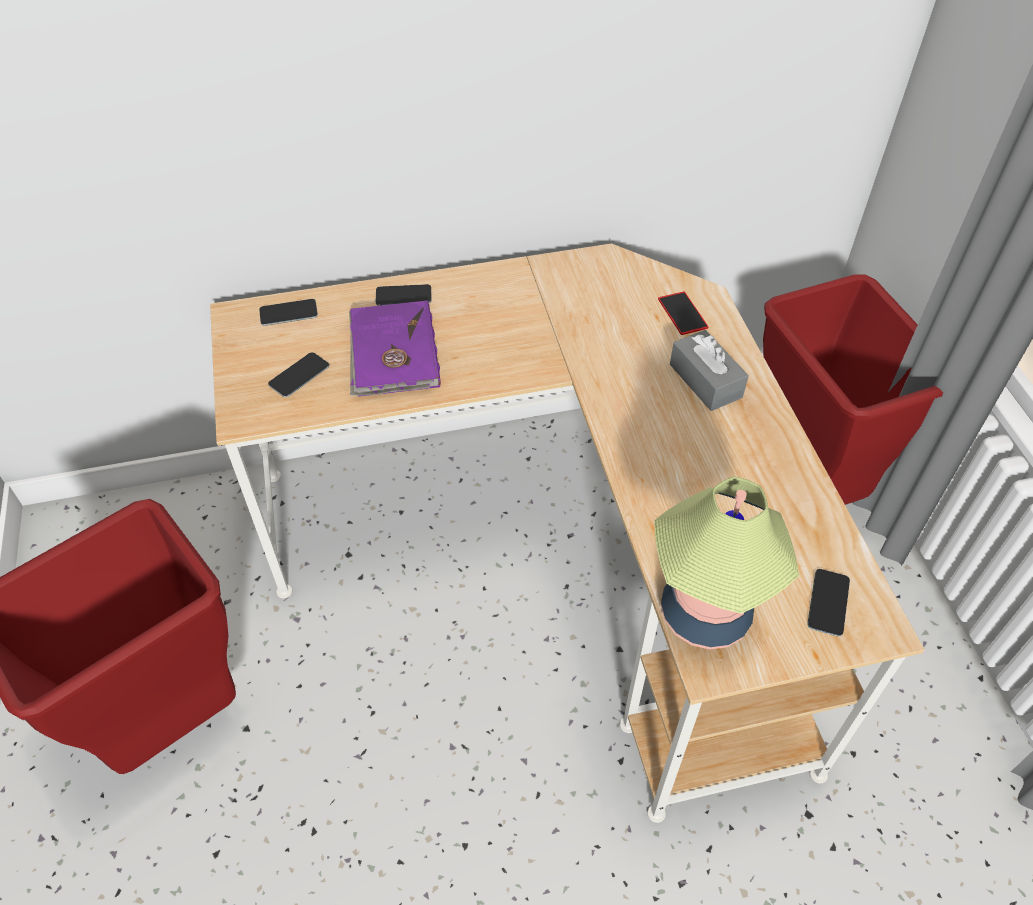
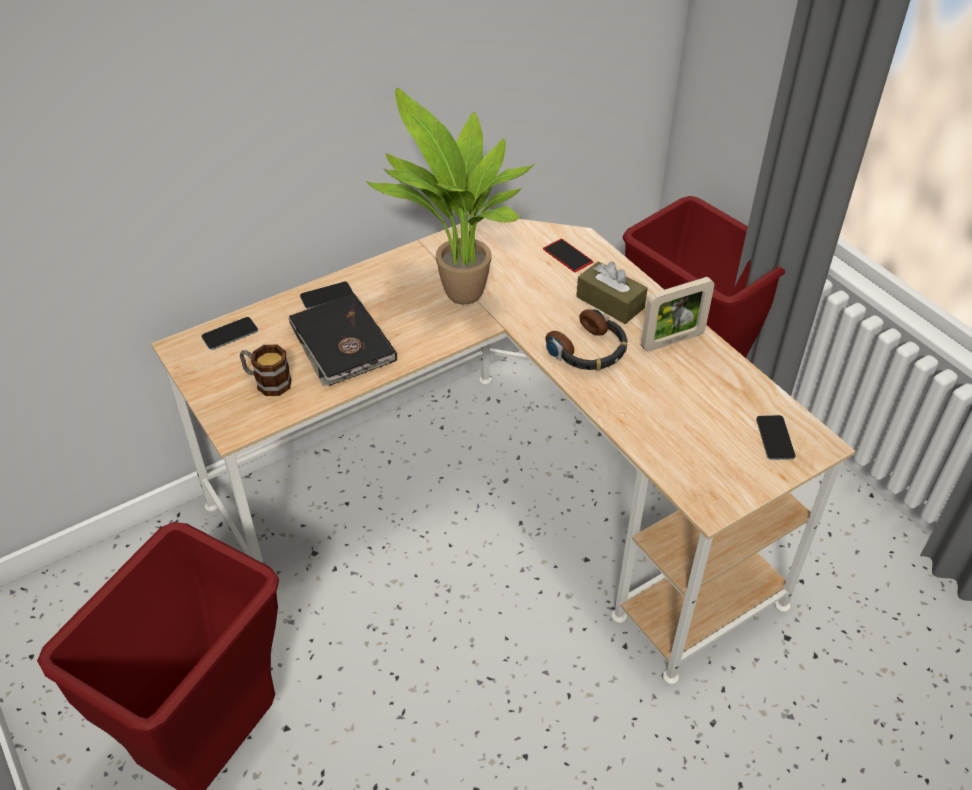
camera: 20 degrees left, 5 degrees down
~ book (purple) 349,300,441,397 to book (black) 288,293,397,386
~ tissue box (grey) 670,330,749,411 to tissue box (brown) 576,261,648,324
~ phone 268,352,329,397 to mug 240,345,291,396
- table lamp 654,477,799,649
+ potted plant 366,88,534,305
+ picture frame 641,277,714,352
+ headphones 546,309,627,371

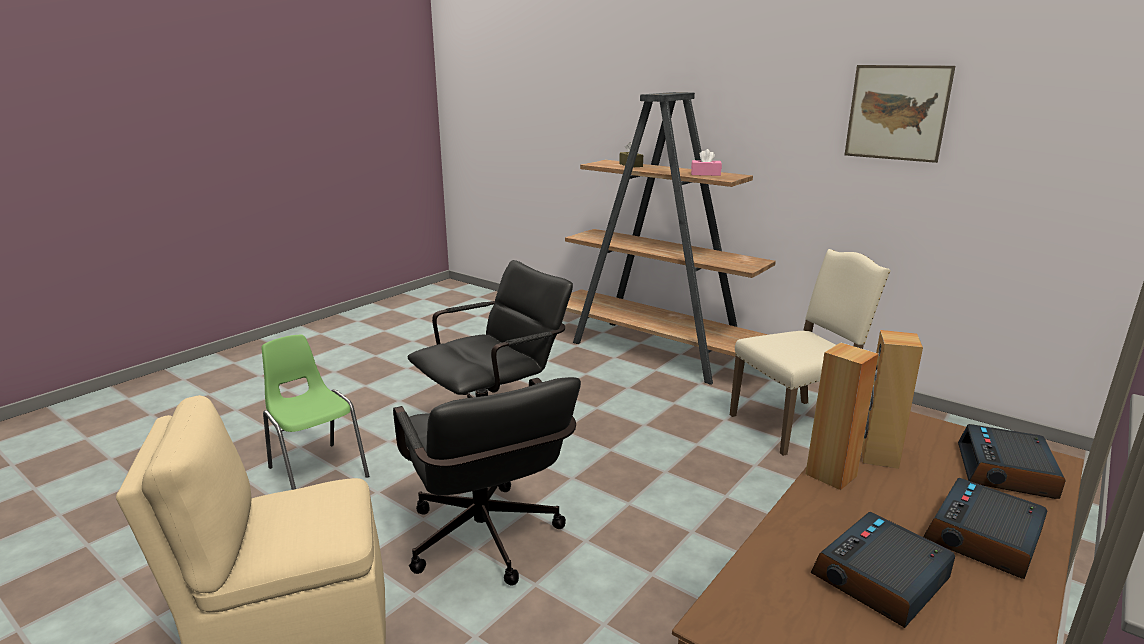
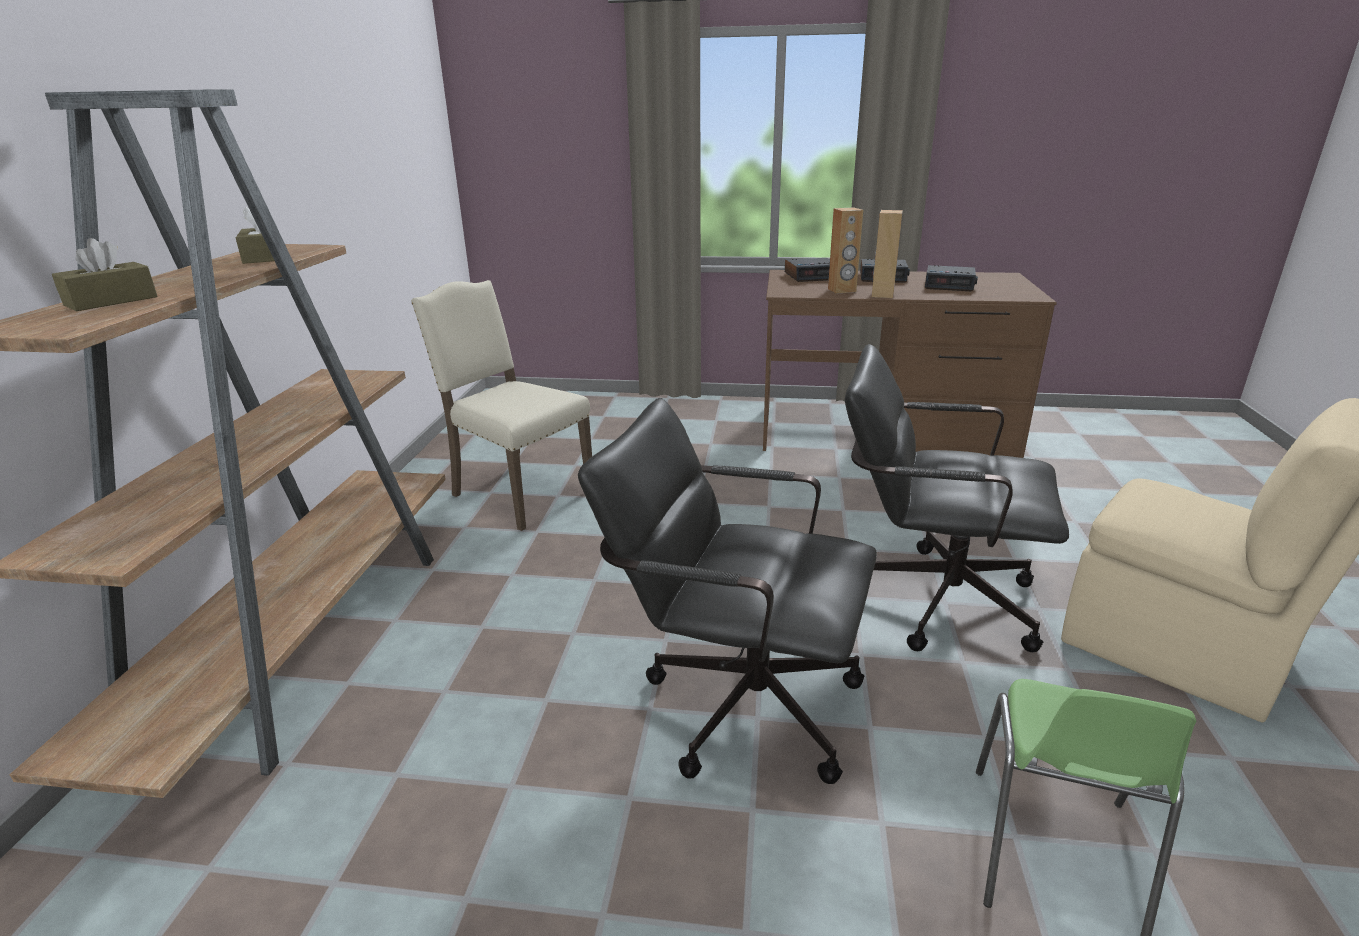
camera: 120 degrees left, 5 degrees up
- picture 844,65,955,163
~ tissue box (pink) 691,149,722,176 to tissue box (brown) 236,207,274,264
~ office chair (black) 393,377,581,586 = 845,344,1069,652 105 degrees counterclockwise

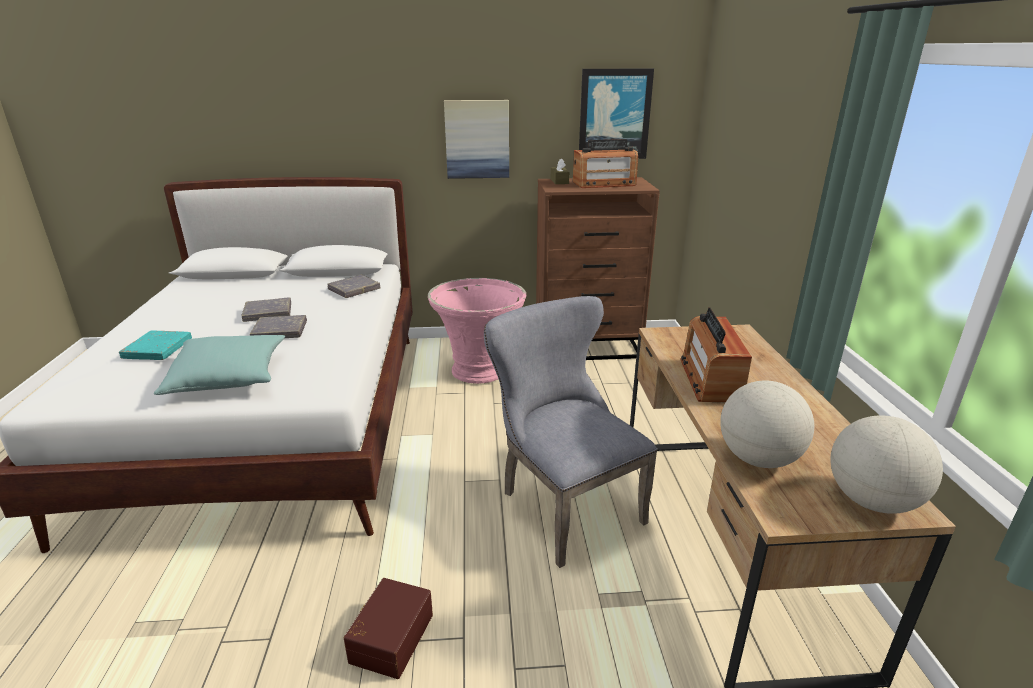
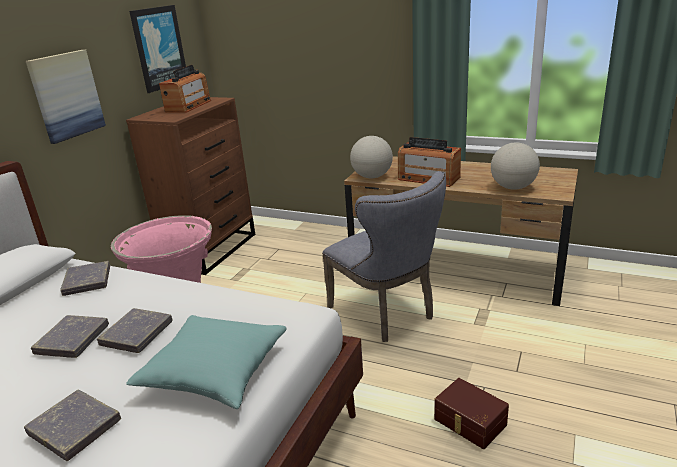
camera: 60 degrees left, 0 degrees up
- tissue box (brown) 551,158,570,184
~ chair (grey) 484,296,657,568 = 322,171,446,342 120 degrees counterclockwise
~ book (turquoise) 119,330,192,360 to book (grey) 24,390,121,461
~ globe 830,415,943,514 to 350,136,393,178

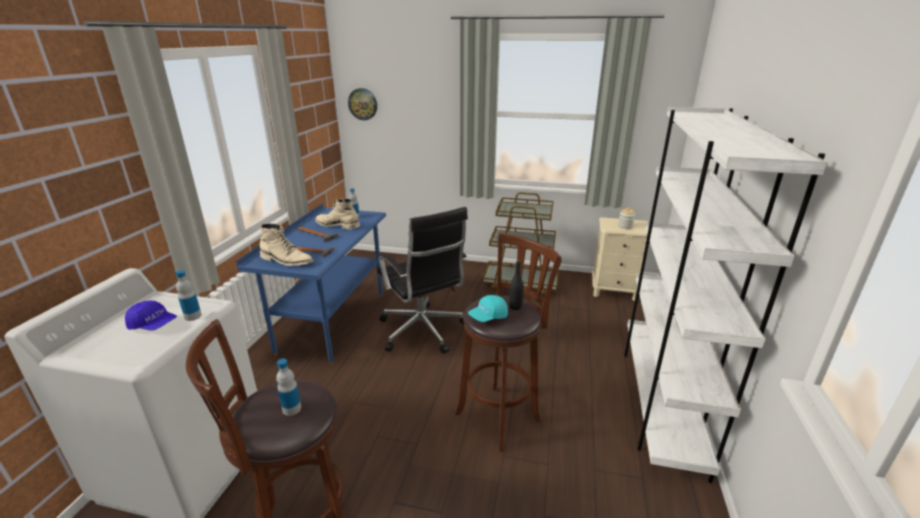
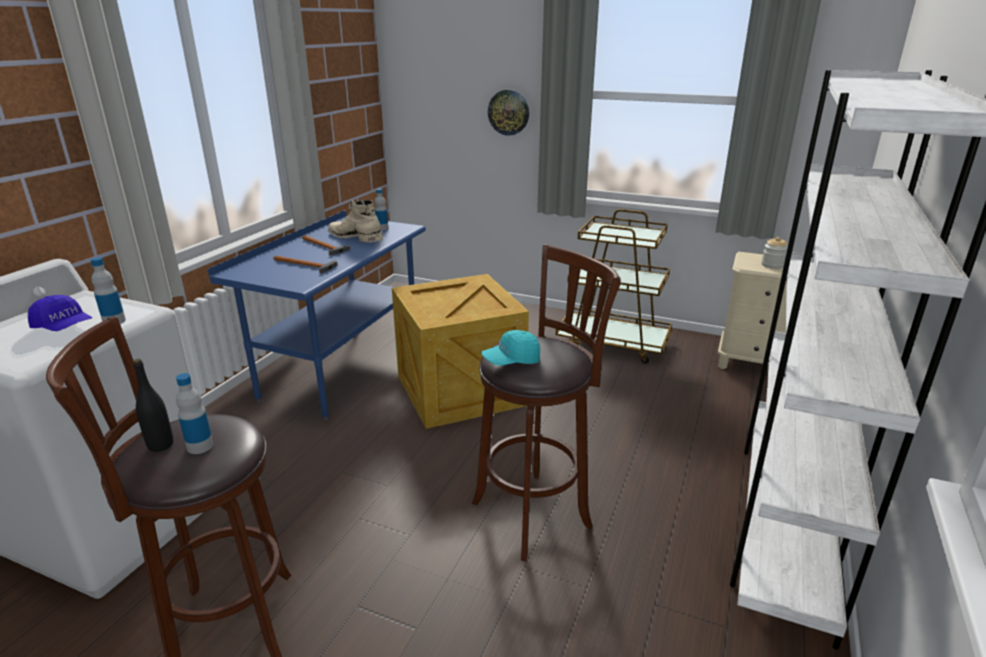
camera: 10 degrees right, 0 degrees up
~ wall clock 348,88,377,120 to 488,90,529,136
~ office chair (black) 377,207,468,354 to crate 392,274,529,429
- boot (beige) 260,223,314,266
~ bottle (black) 509,260,524,310 to 133,359,173,452

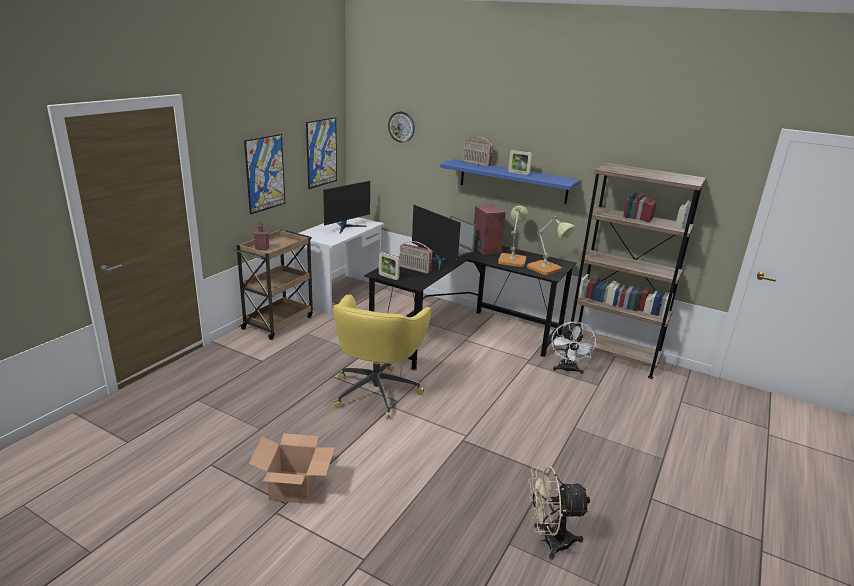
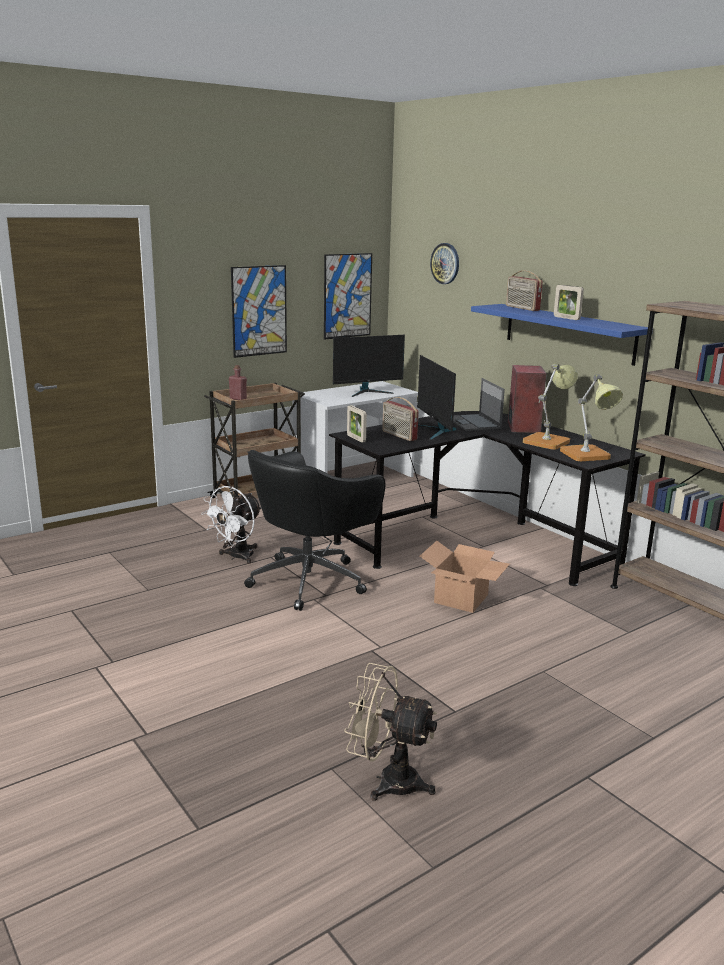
camera: 25 degrees right, 5 degrees down
~ office chair (yellow) 333,295,432,419 to office chair (black) 244,450,385,611
~ fan (white) 551,321,597,374 to 201,486,261,564
~ cardboard box 249,433,335,504 to 420,541,510,613

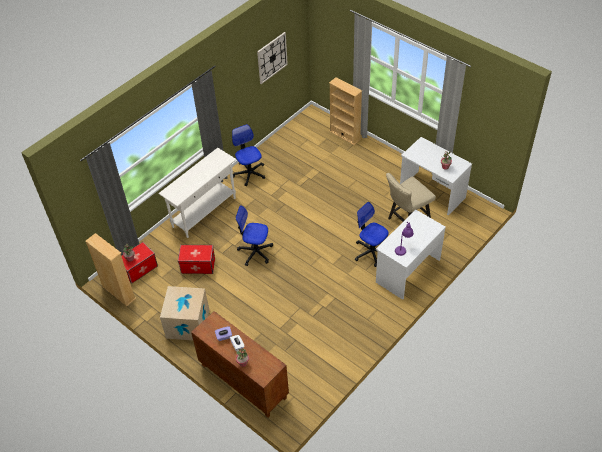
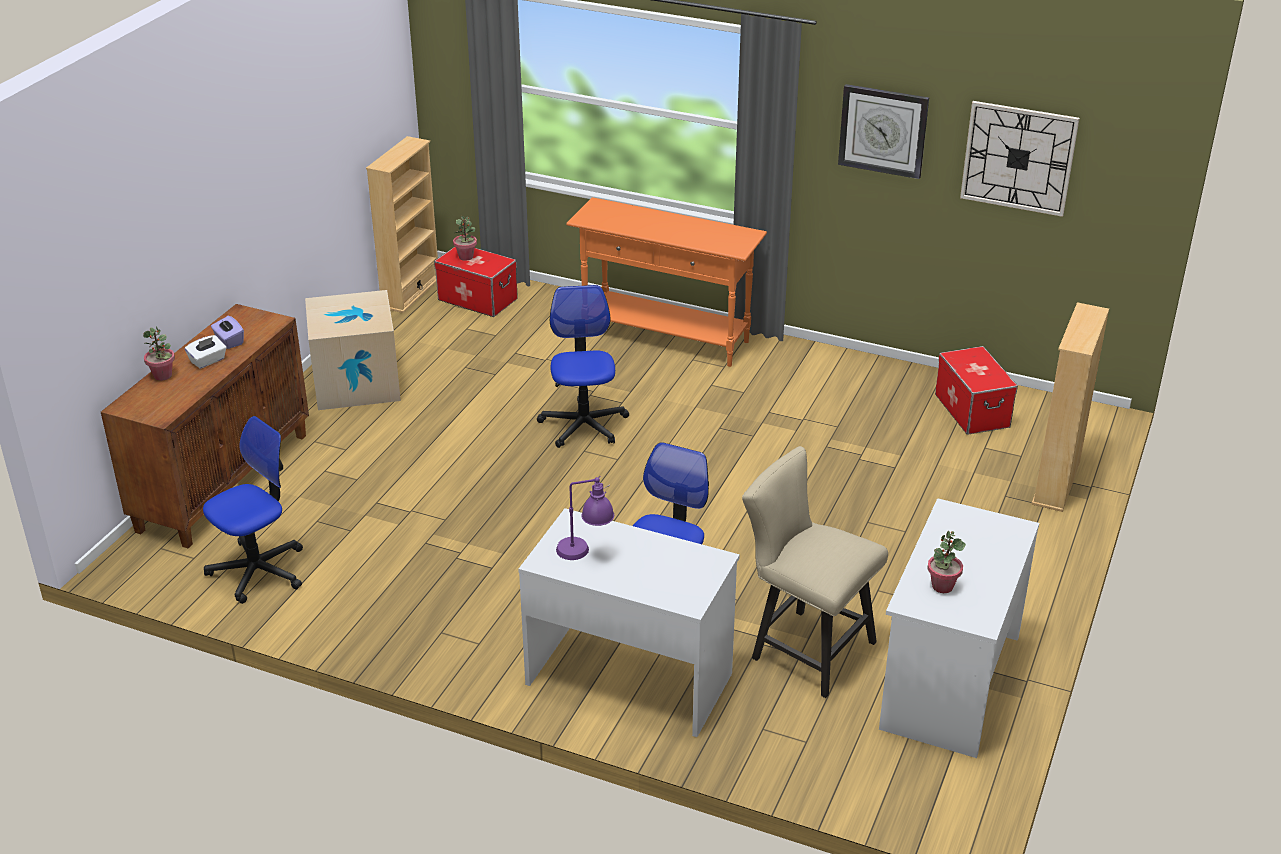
camera: 70 degrees right, 15 degrees down
~ office chair 232,124,265,186 to 203,416,303,604
~ console table (white) 158,148,236,238 to console table (orange) 566,197,767,367
~ storage box 178,245,215,274 to 935,346,1018,435
+ wall clock 838,84,929,179

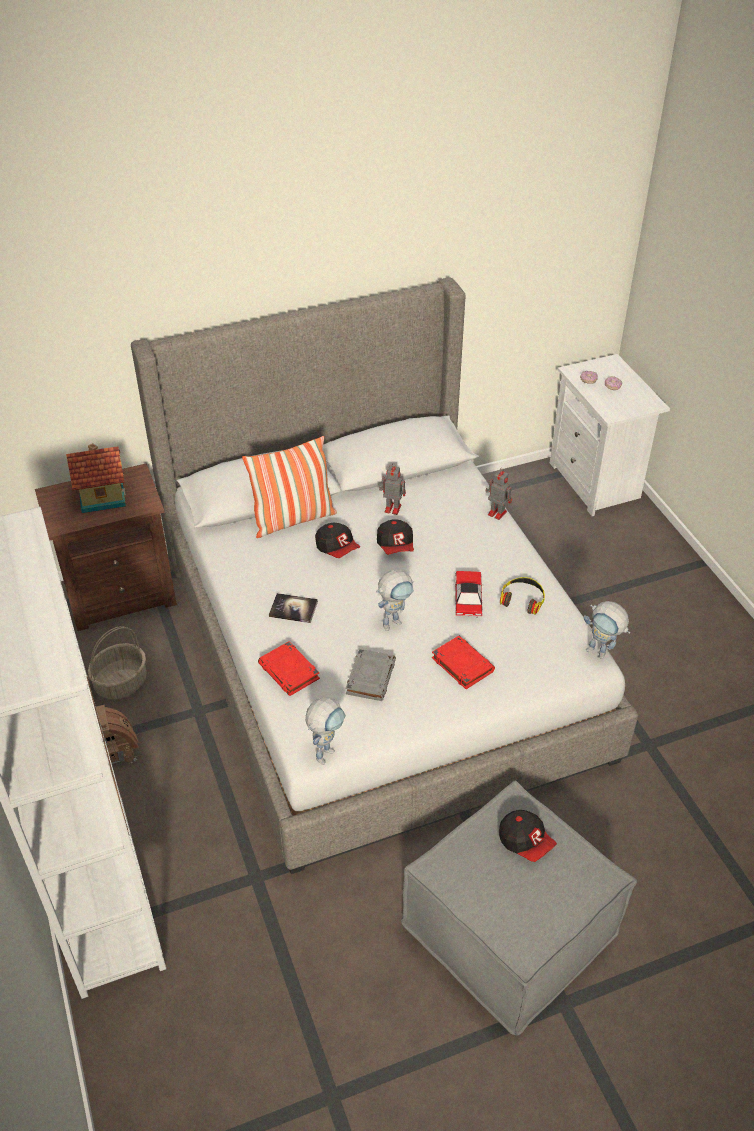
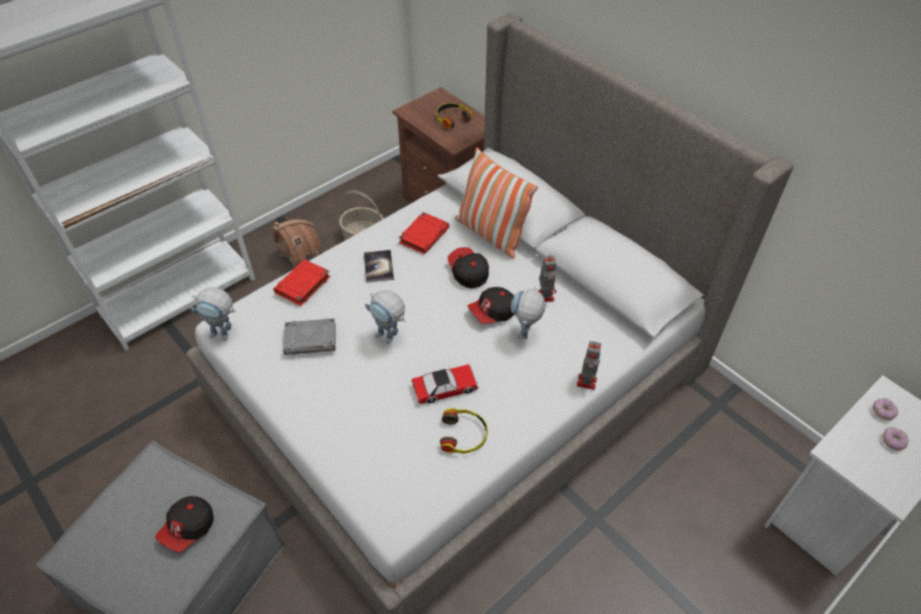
camera: 70 degrees right, 5 degrees up
~ toy house 66,443,126,513 to headphones 436,103,472,129
~ cap 315,523,360,558 = 448,247,489,288 120 degrees clockwise
~ toy robot 584,601,630,659 to 511,287,545,339
~ book (red) 432,636,495,689 to 399,212,449,254

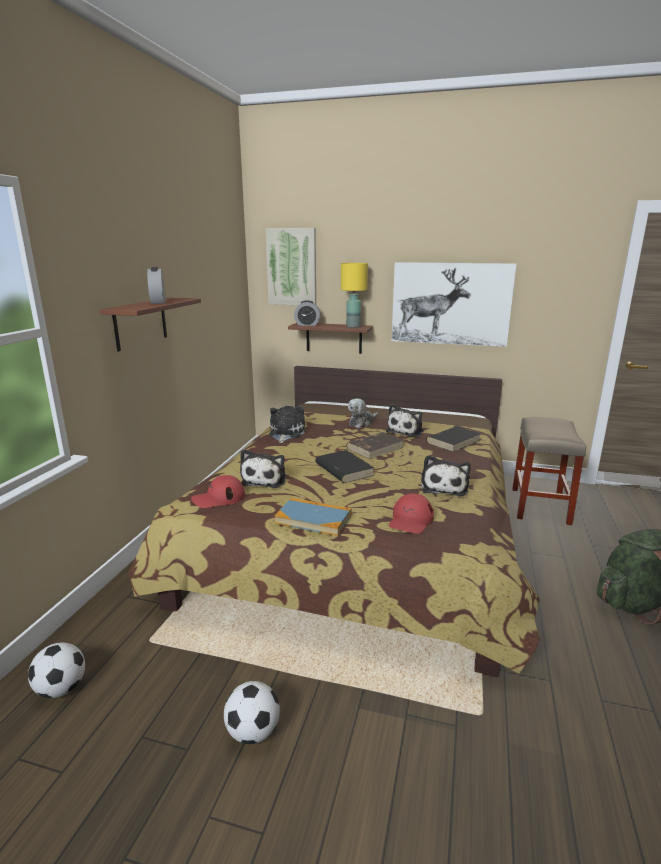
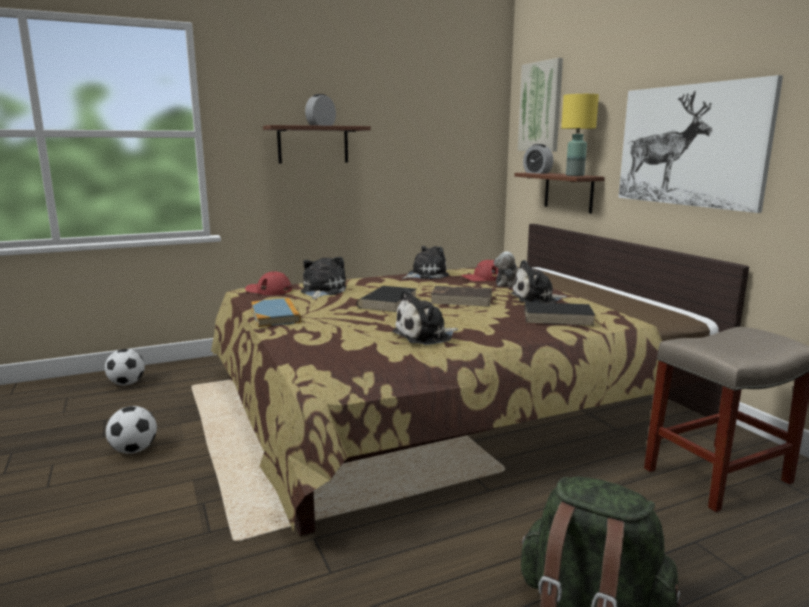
camera: 50 degrees right, 5 degrees down
~ plush toy 240,449,286,488 = 301,257,346,299 135 degrees clockwise
~ cap (red) 389,493,434,534 to 461,260,499,281

